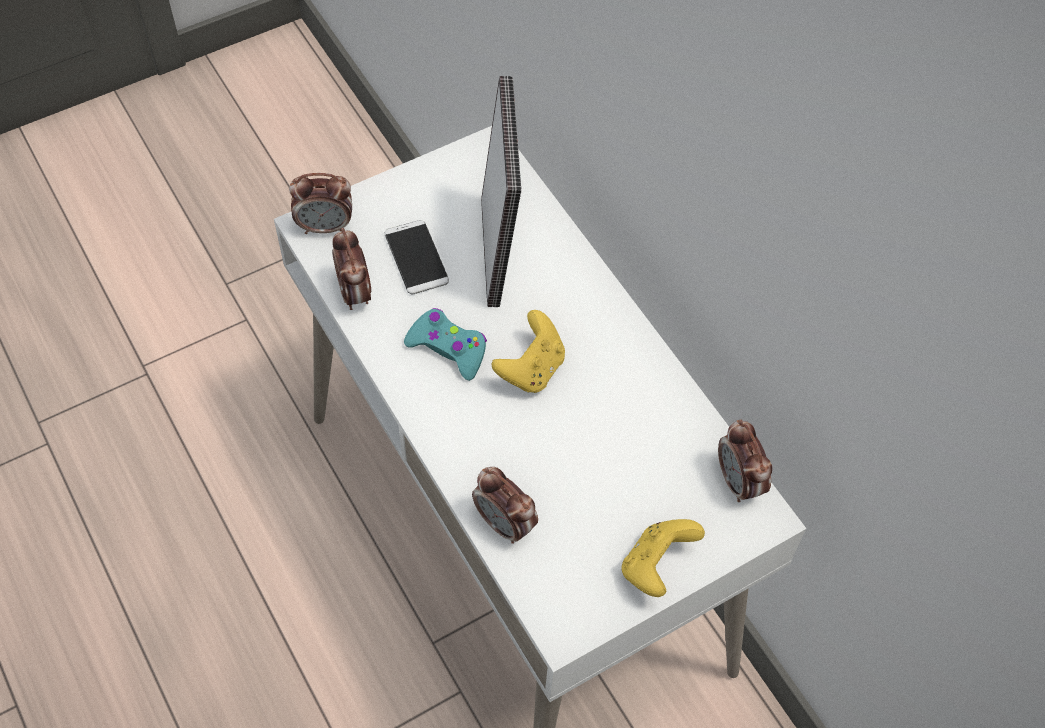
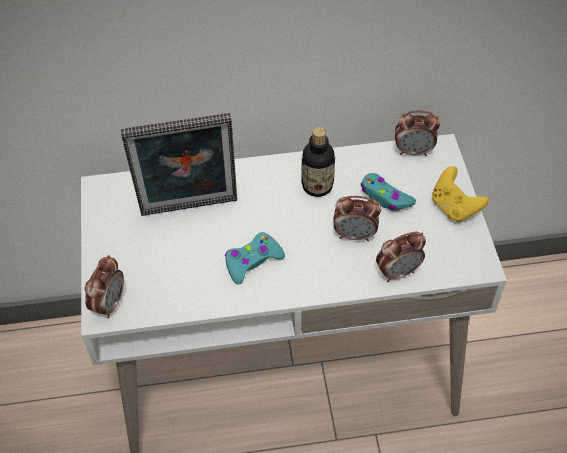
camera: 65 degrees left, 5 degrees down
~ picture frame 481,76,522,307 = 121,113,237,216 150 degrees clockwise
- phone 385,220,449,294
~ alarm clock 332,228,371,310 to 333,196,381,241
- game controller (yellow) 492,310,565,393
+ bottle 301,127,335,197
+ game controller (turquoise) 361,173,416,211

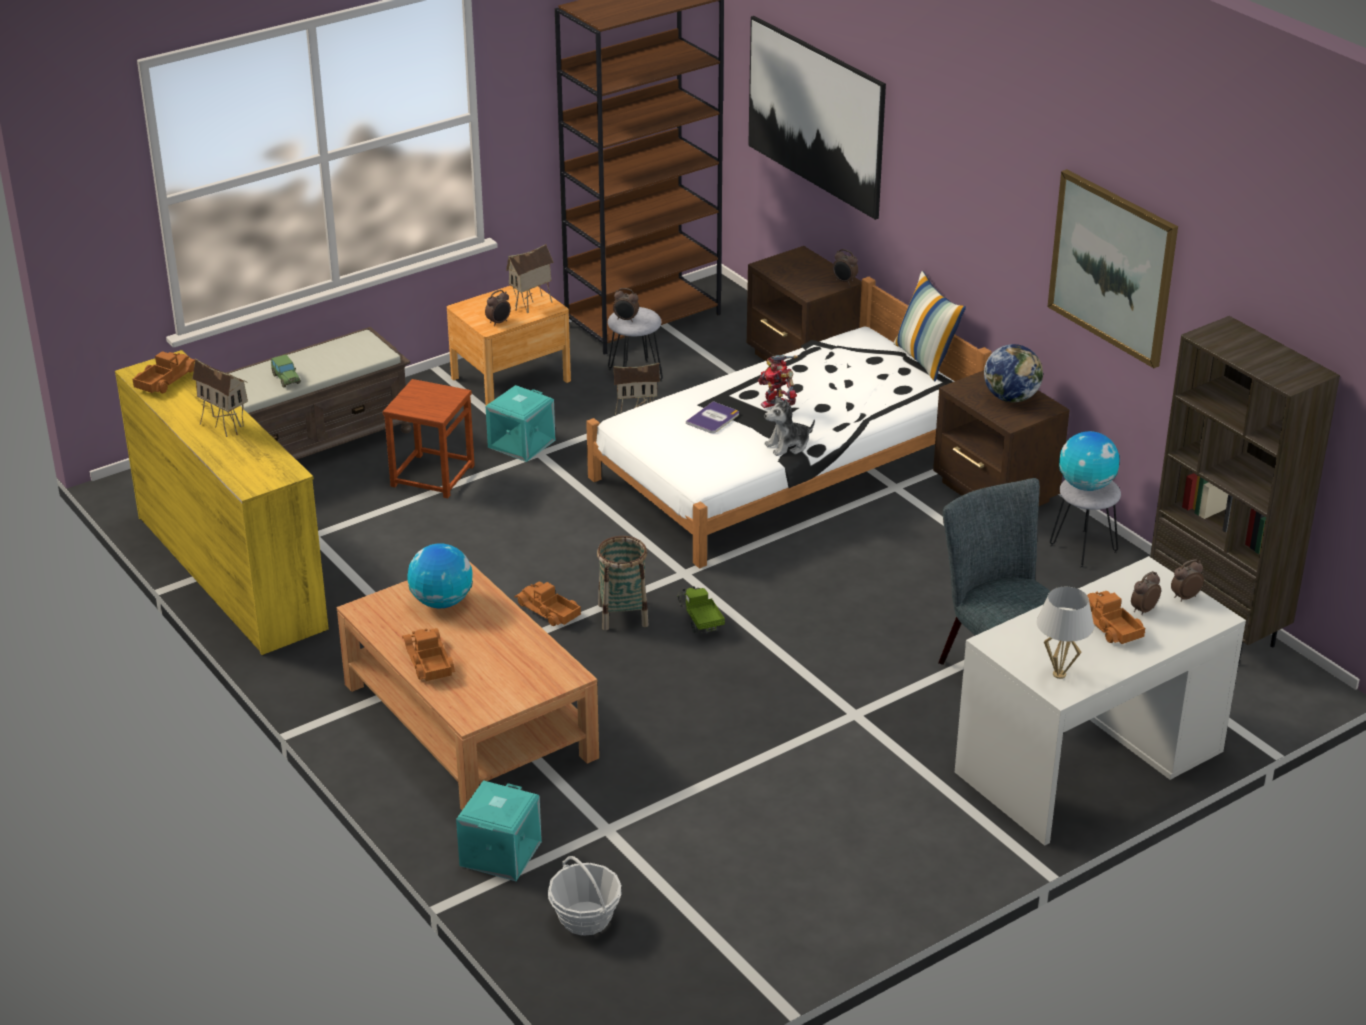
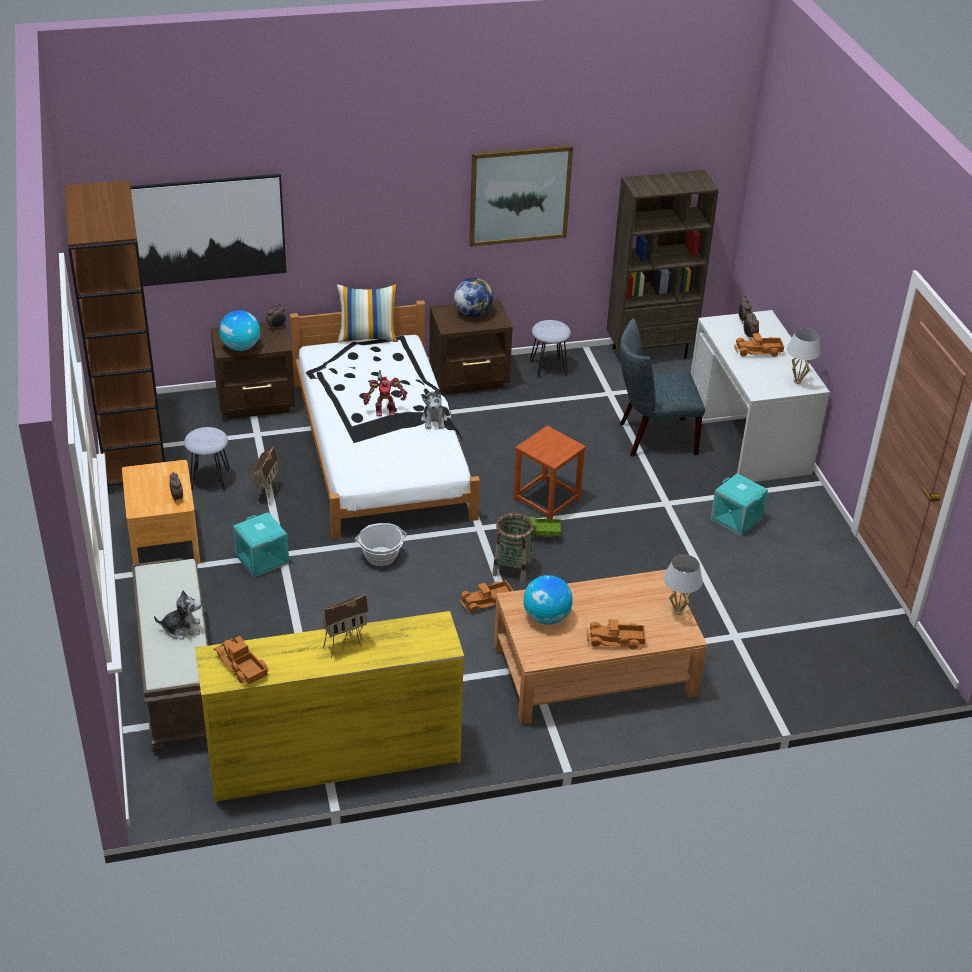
camera: 70 degrees left, 5 degrees up
- toy house 506,244,554,314
- alarm clock 613,288,639,322
~ toy car 271,355,301,388 to plush toy 154,590,201,640
~ stool (brown) 383,379,475,498 to 514,426,586,519
- book 686,401,739,433
~ globe 1059,431,1119,491 to 219,310,260,351
~ storage box (turquoise) 456,781,542,881 to 710,473,768,536
~ basket 548,856,622,936 to 355,523,407,566
+ table lamp (white) 664,554,703,615

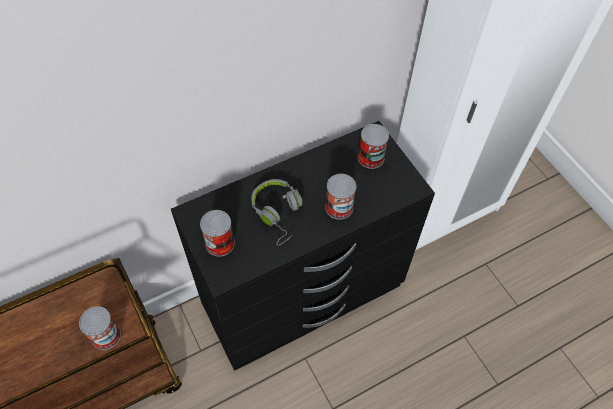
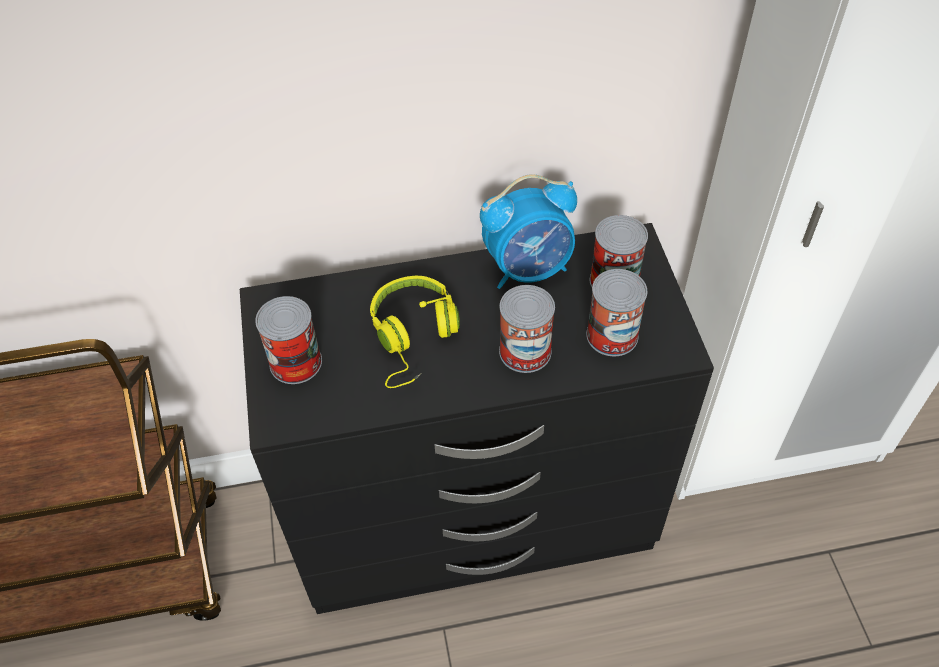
camera: 20 degrees right, 5 degrees down
~ headphones (grey) 251,179,303,246 to headphones (yellow) 370,276,460,388
~ can 79,306,121,350 to 586,269,647,356
+ alarm clock 480,174,577,289

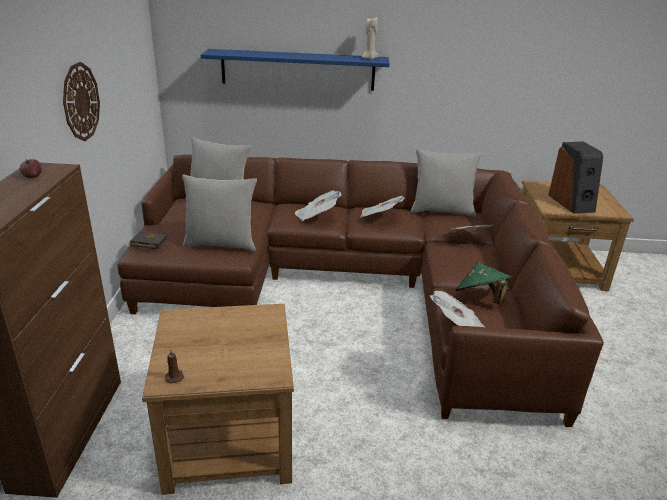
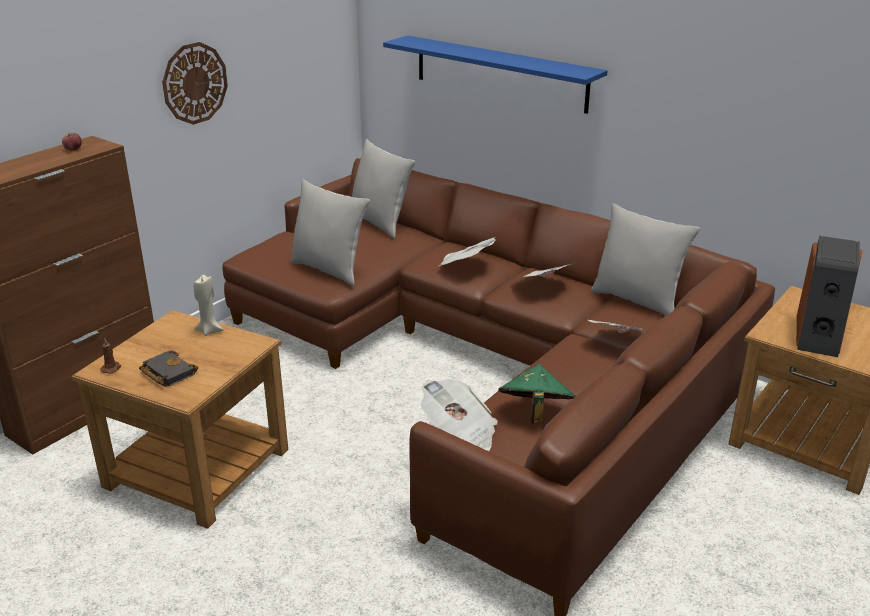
camera: 35 degrees right, 0 degrees up
~ candle (beige) 362,17,379,60 to 194,275,223,336
~ book (black) 130,231,167,249 to 139,350,198,387

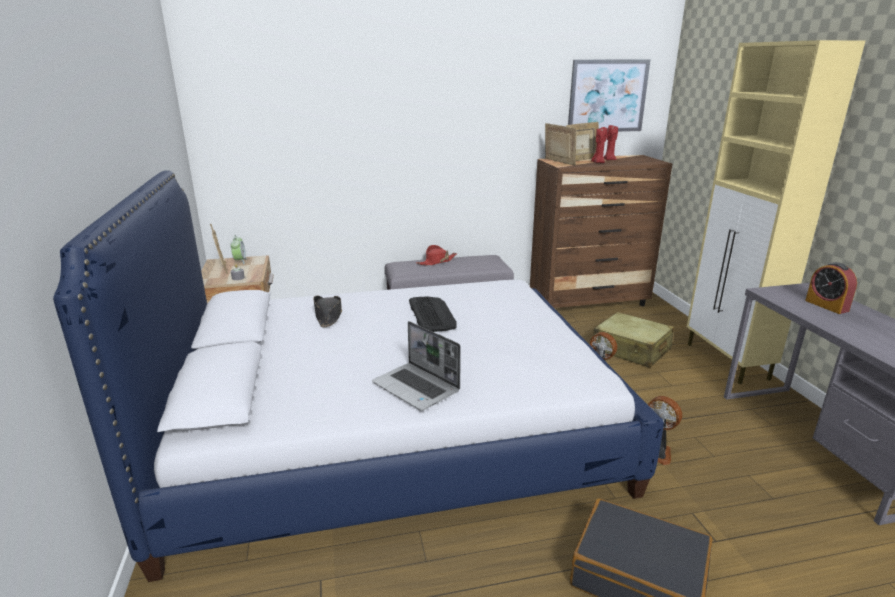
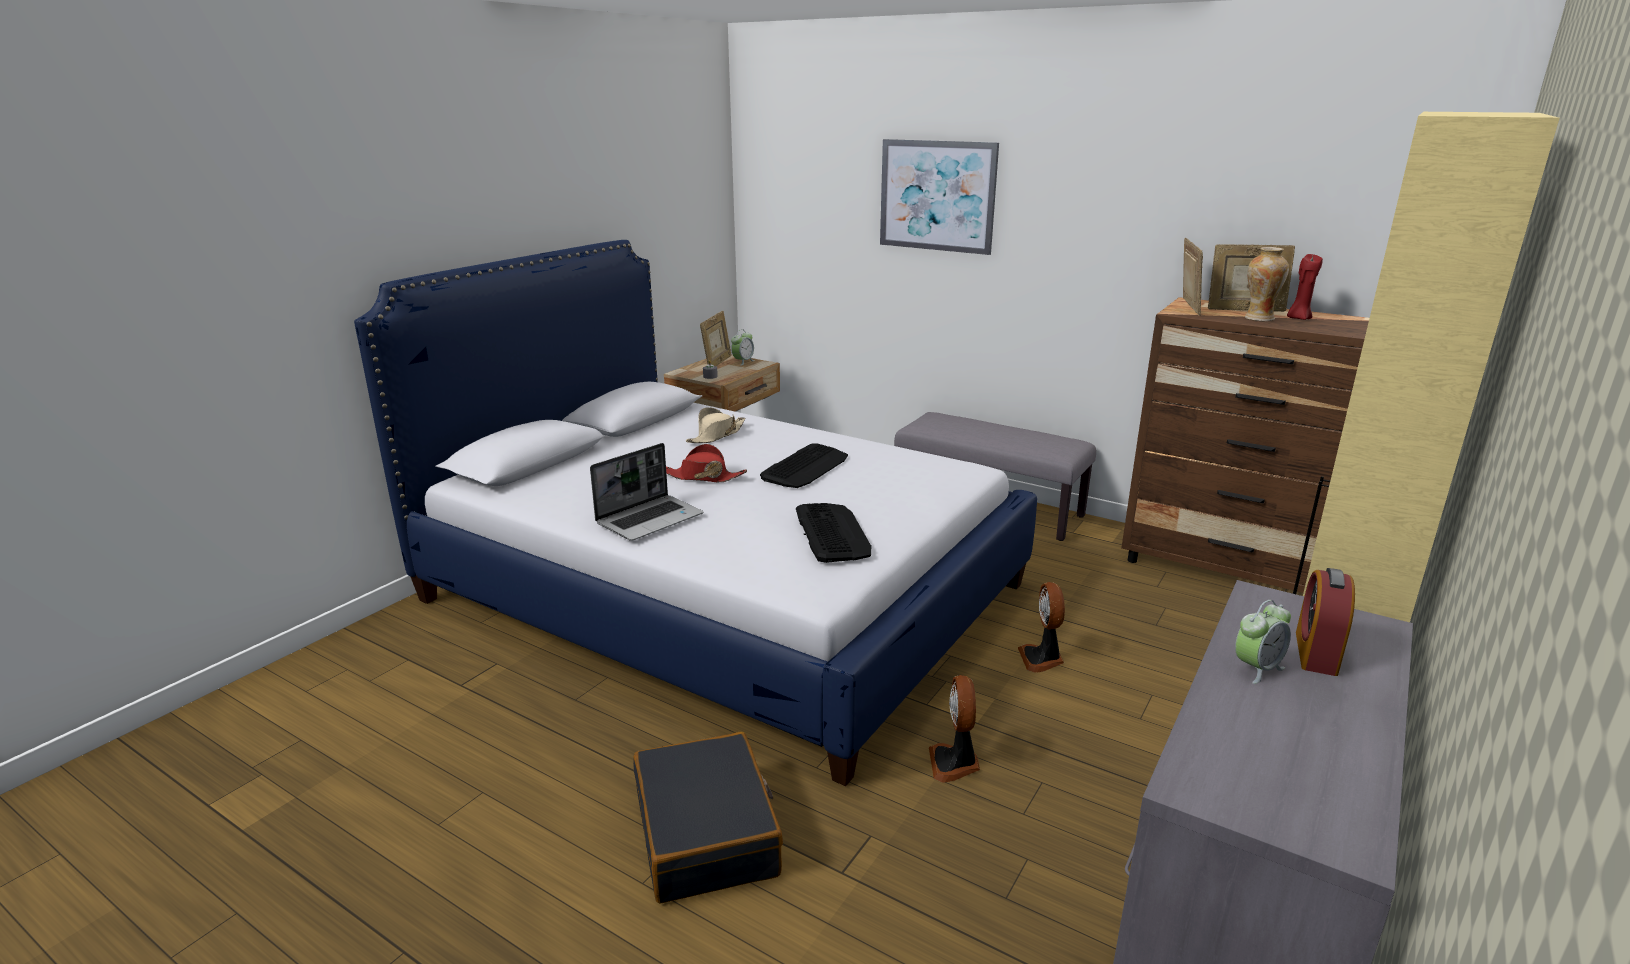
camera: 45 degrees right, 0 degrees up
~ picture 568,60,650,132 to 880,139,999,255
~ candle (red) 591,127,607,163 to vase 1245,247,1289,321
~ hat (red) 416,245,457,266 to 666,444,747,482
~ hat (black) 313,296,342,328 to hat (beige) 686,407,746,443
- suitcase (beige) 594,312,674,368
~ laptop 372,321,461,411 = 590,443,703,541 135 degrees counterclockwise
+ keyboard 796,503,872,563
+ alarm clock 1235,600,1291,684

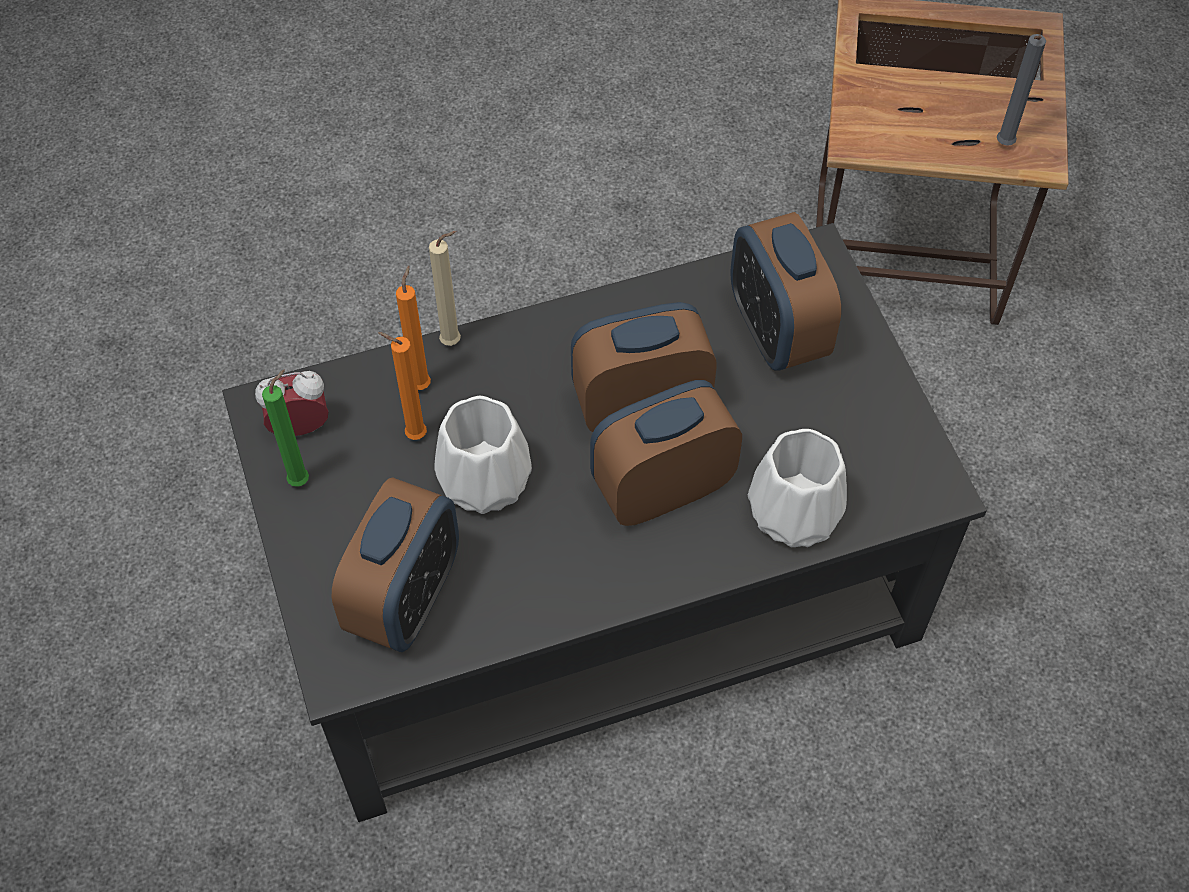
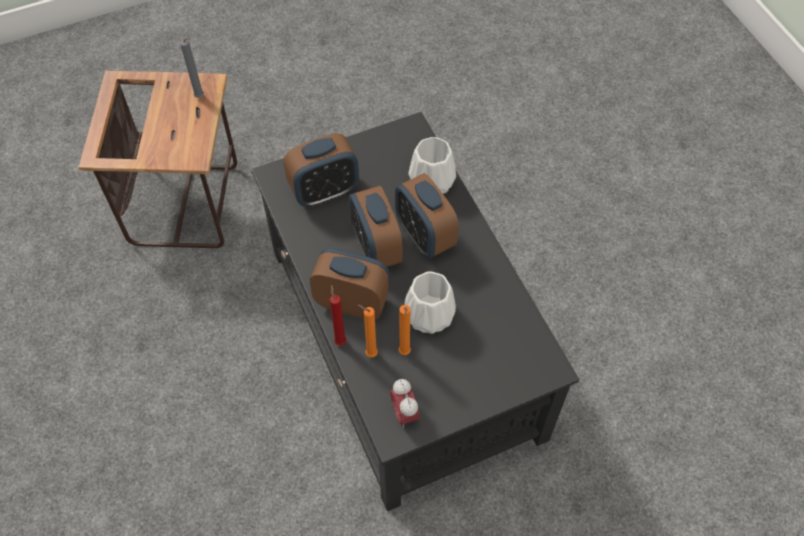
camera: 95 degrees left, 0 degrees up
~ candle (beige) 429,231,461,346 to candle (red) 330,284,346,346
- candle (green) 262,370,309,487
~ alarm clock 332,478,459,652 to 310,248,390,320

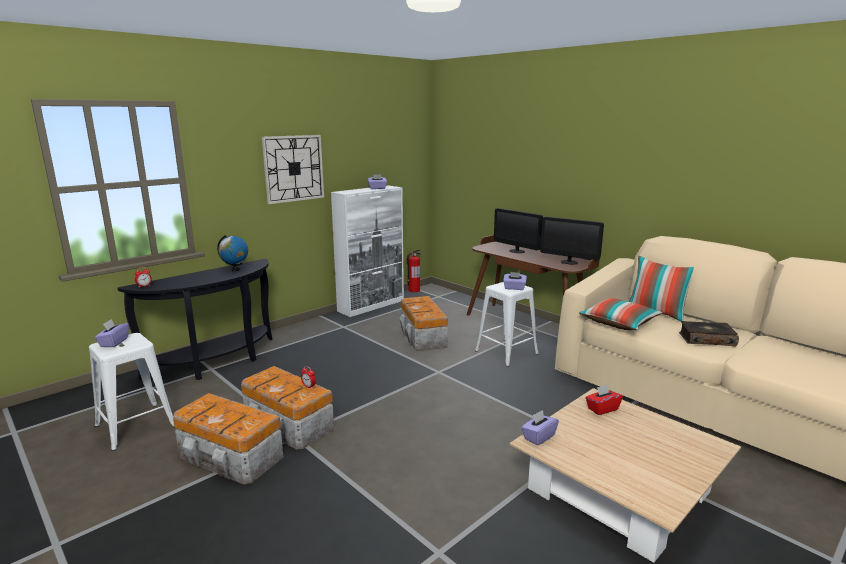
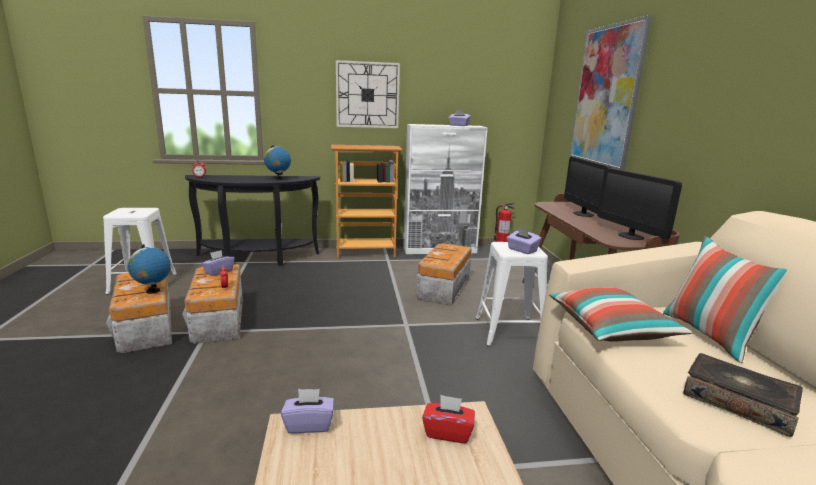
camera: 35 degrees right, 0 degrees up
~ tissue box (purple) 95,319,129,347 to 202,250,235,276
+ picture 569,15,652,171
+ bookcase 331,145,403,258
+ globe 128,244,171,294

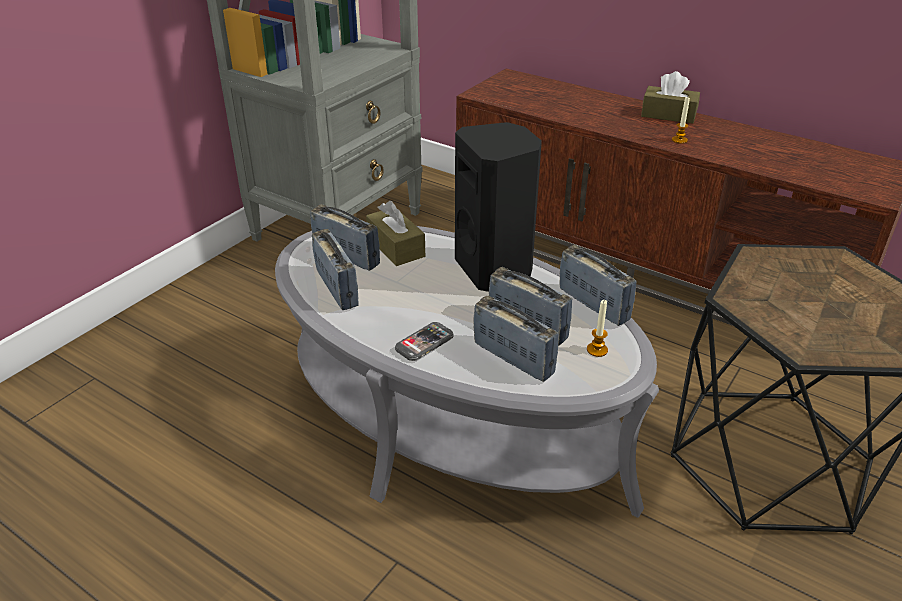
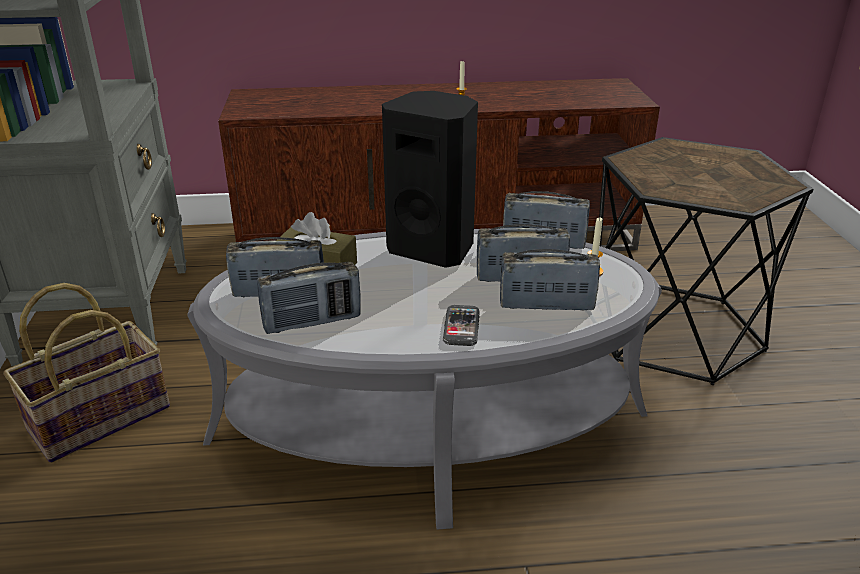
camera: 40 degrees left, 5 degrees down
- tissue box (brown) 641,71,700,124
~ radio 312,229,359,310 = 257,262,361,334 135 degrees clockwise
+ basket 4,283,170,463

